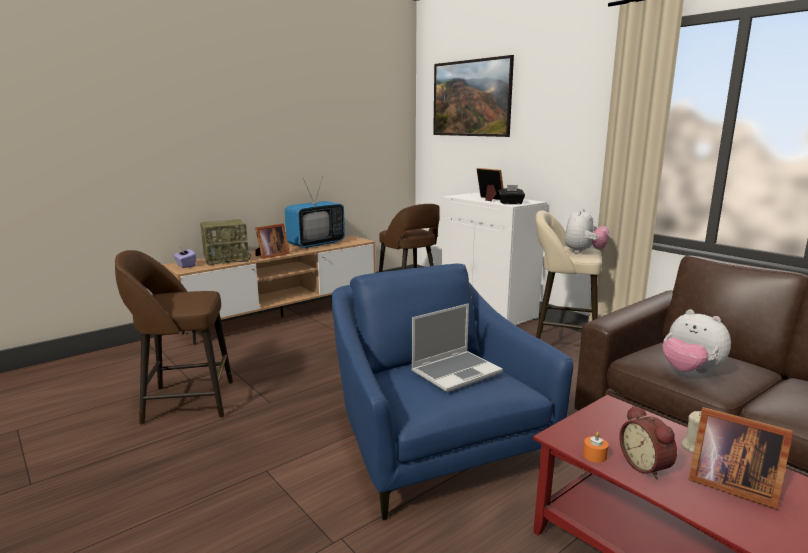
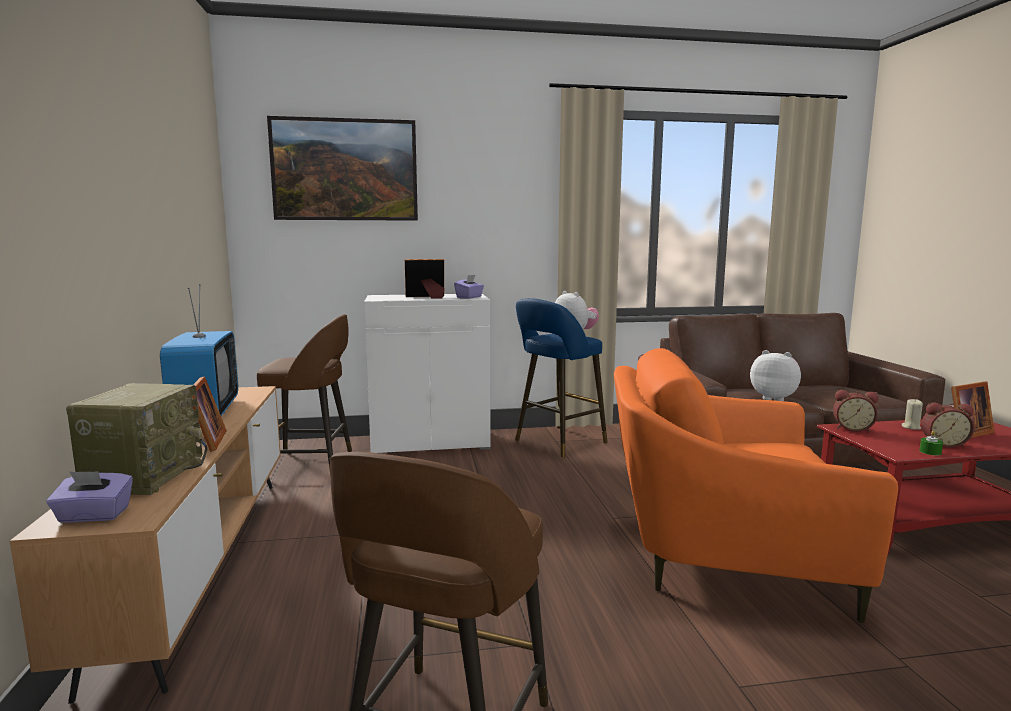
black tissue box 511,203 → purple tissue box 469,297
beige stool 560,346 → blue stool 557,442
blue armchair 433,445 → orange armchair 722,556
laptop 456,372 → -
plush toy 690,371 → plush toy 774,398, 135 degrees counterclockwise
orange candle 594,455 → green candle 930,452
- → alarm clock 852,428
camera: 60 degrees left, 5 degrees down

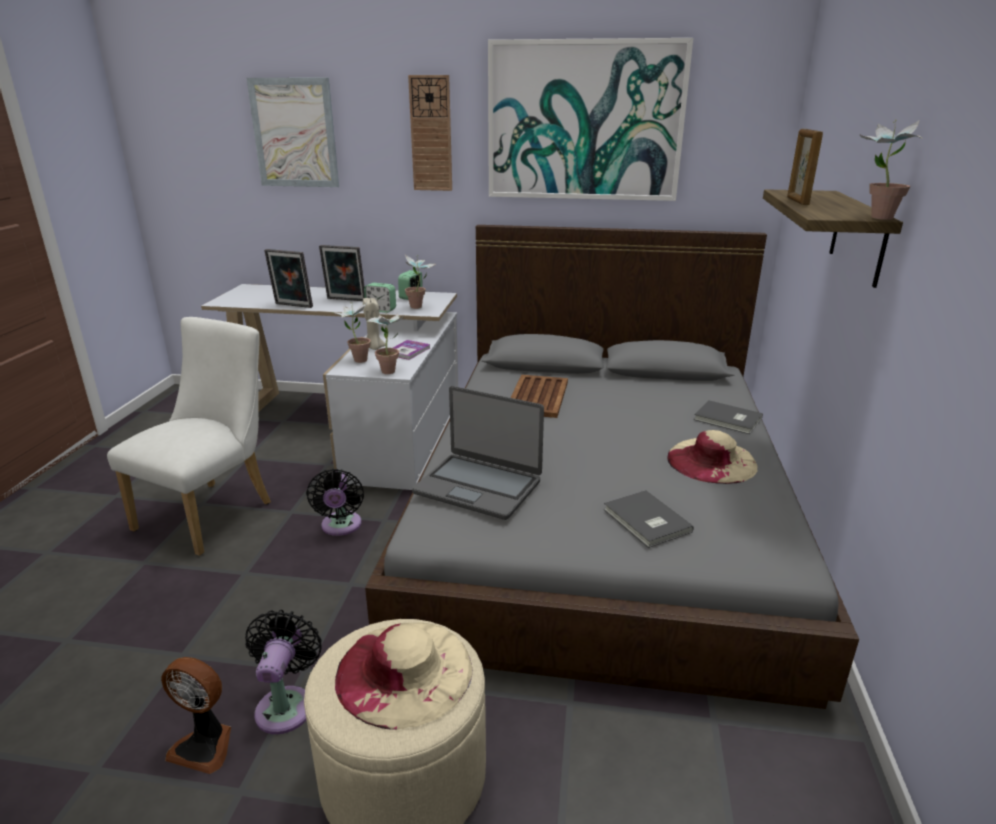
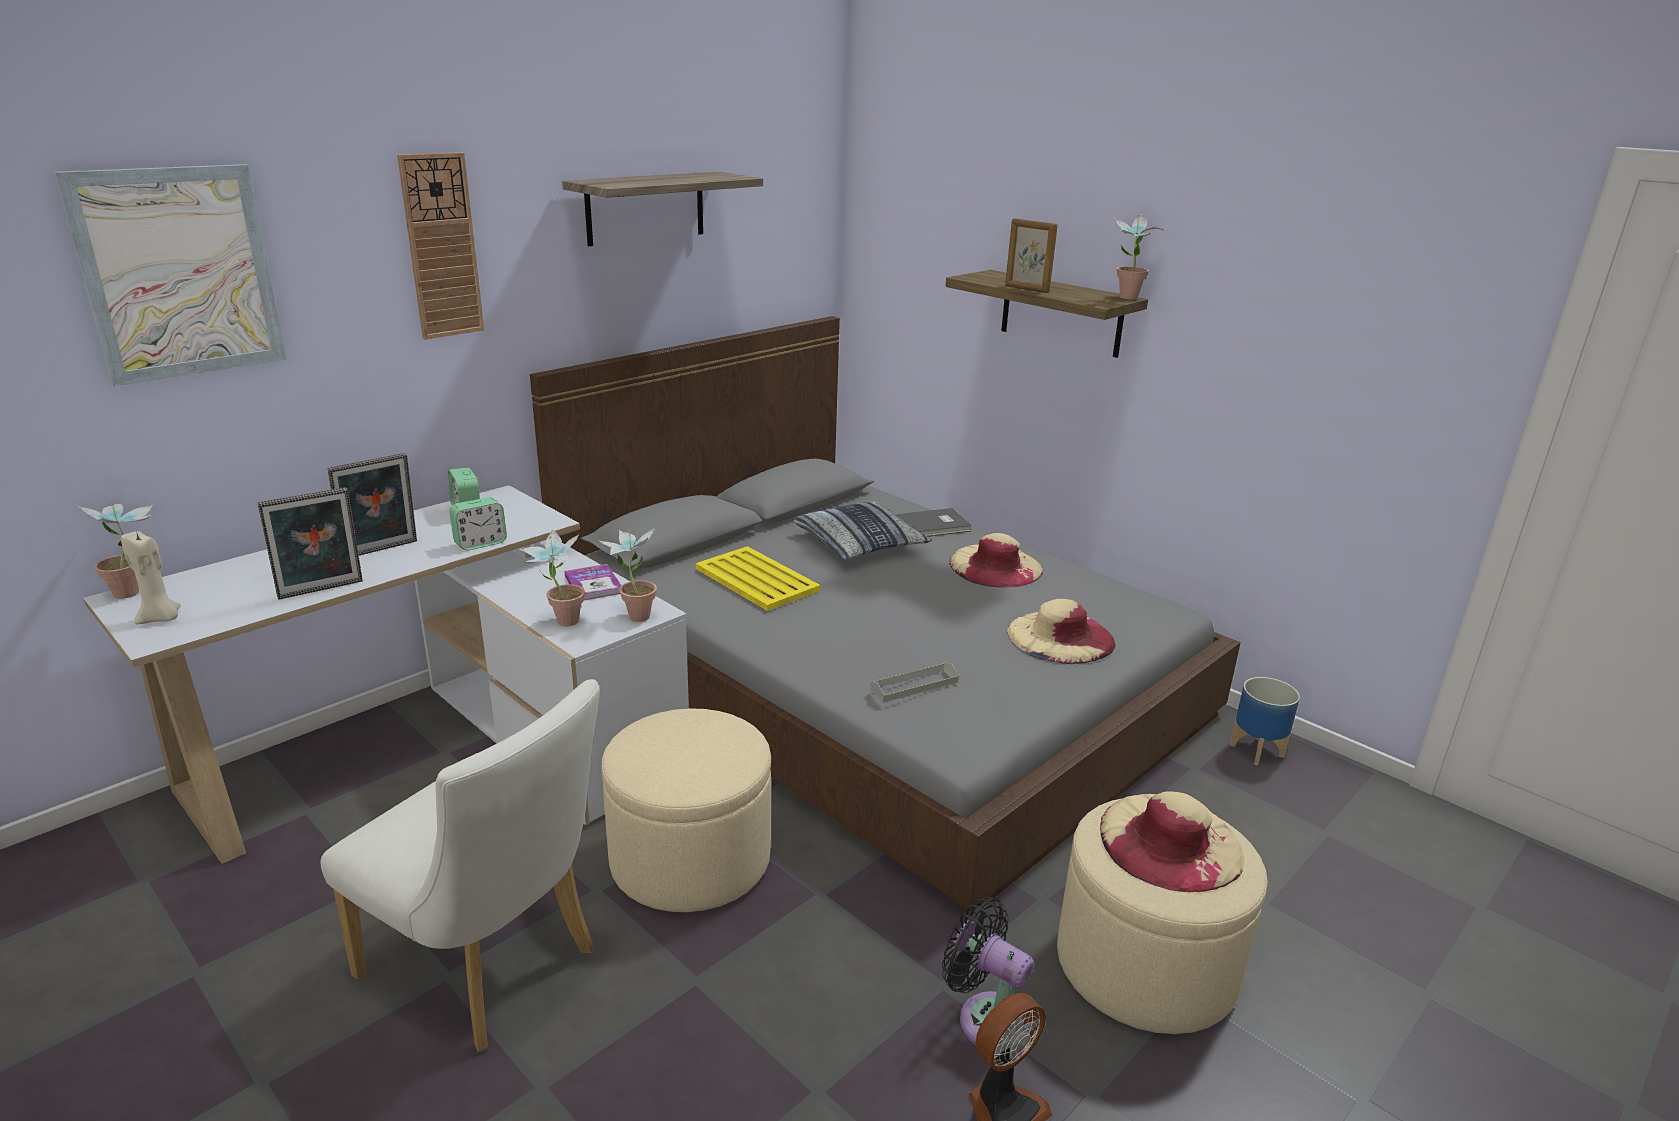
picture 584,121 → shelf 645,208
potted plant 419,307 → potted plant 136,592, move
beige candle 374,348 → beige candle 161,618, move
white chair 213,512 → white chair 491,969, 150 degrees clockwise
brown tray 538,396 → yellow tray 756,579
laptop 478,486 → grey tray 914,685
black fan 341,527 → beige ottoman 690,859
grey book 646,521 → beige hat 1060,636
- → pillow 860,544
- → planter 1257,751
camera: 55 degrees left, 0 degrees up

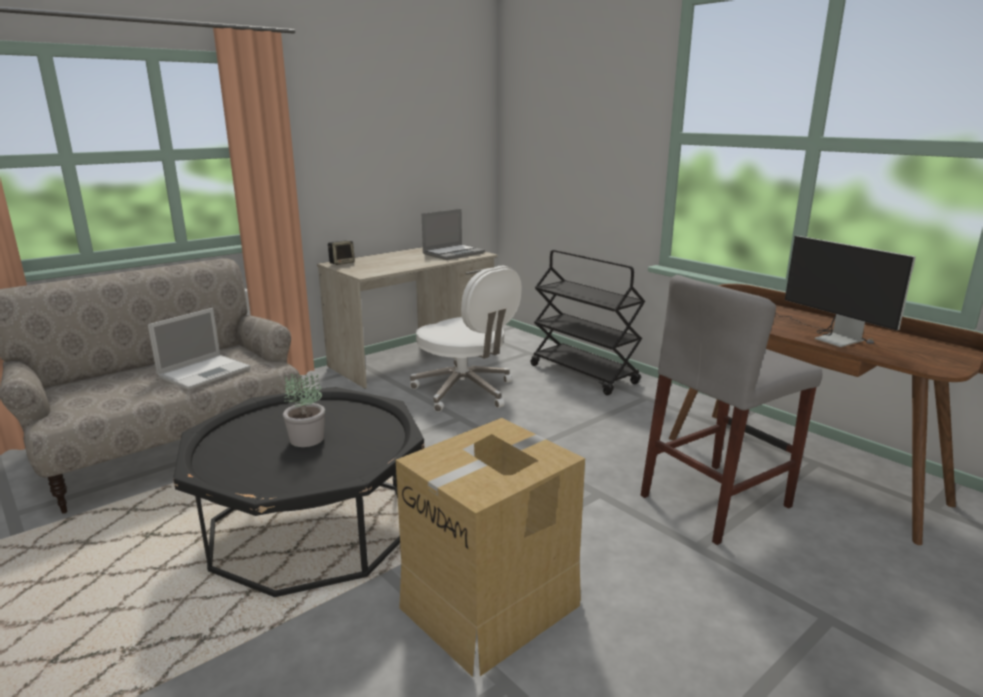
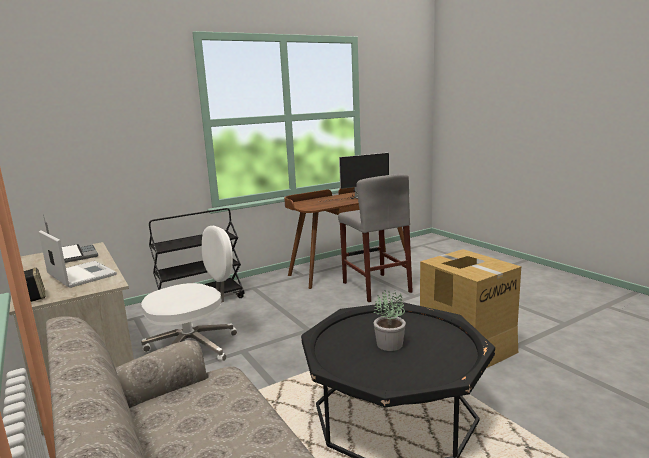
laptop 206,372 → laptop 81,274, move
camera: 80 degrees left, 5 degrees down

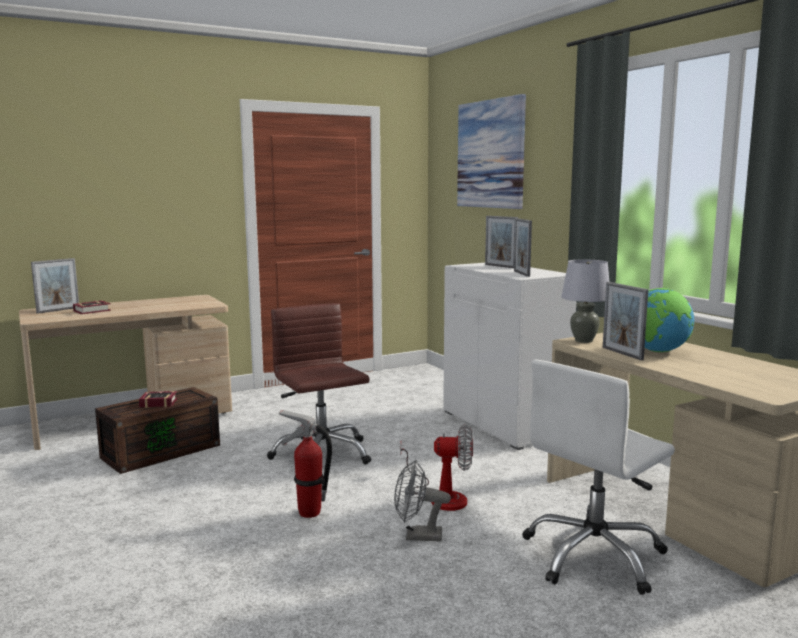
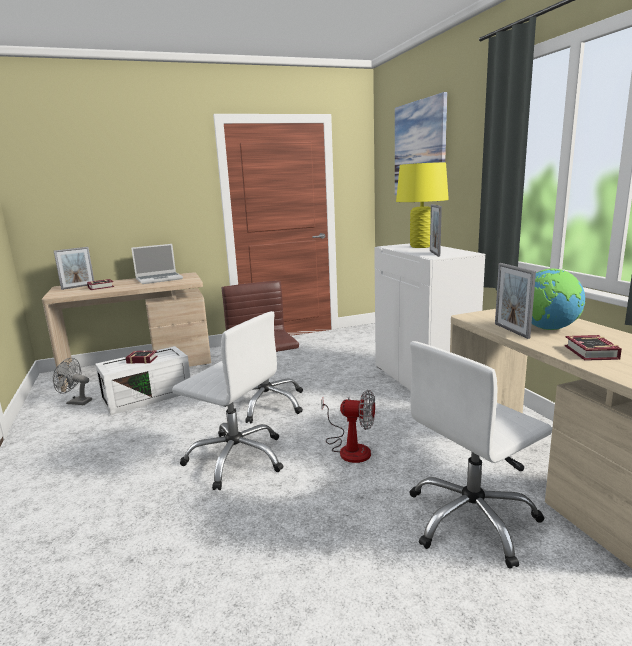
picture frame 500,266 → yellow table lamp 421,246
grey table lamp 583,340 → -
brown storage box 162,450 → white storage box 148,395
fire extinguisher 308,512 → white office chair 236,458
grey fan 417,536 → grey fan 76,402, move
- → laptop 159,279
- → book 591,353
camera: 10 degrees right, 5 degrees up

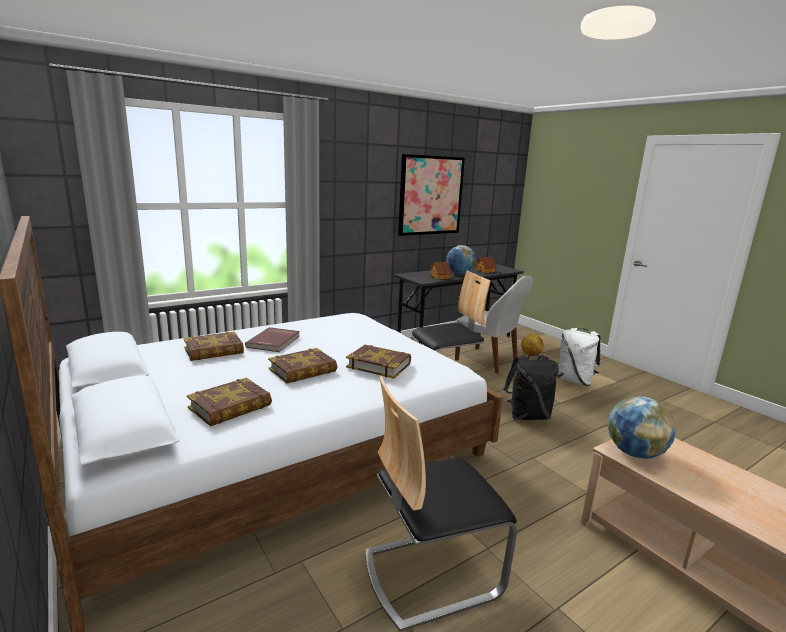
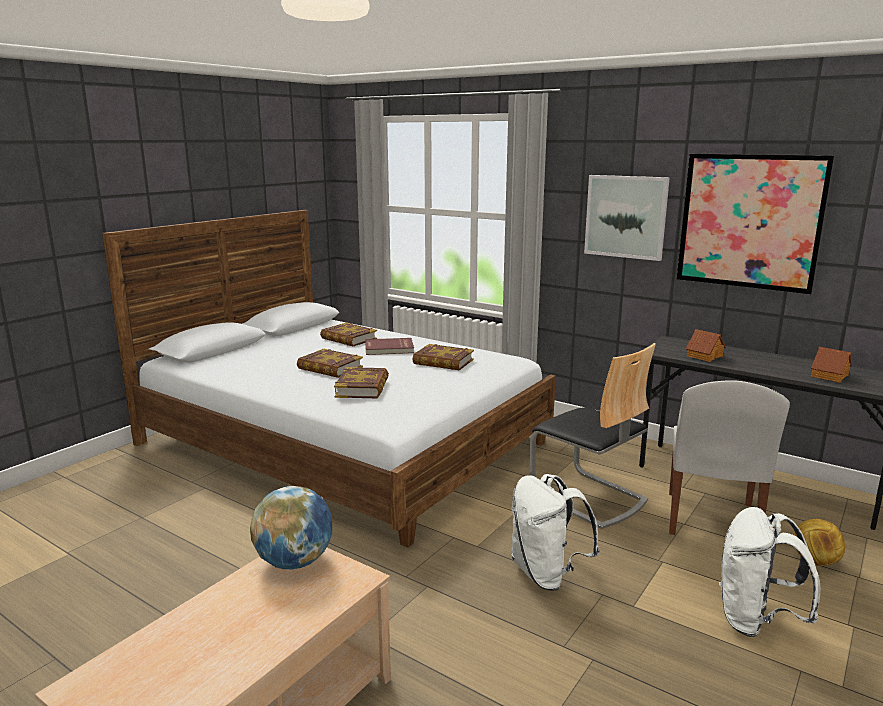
globe 460,274 → -
black backpack 527,415 → white backpack 547,574
chair 430,572 → -
book 230,407 → book 443,362, move
- → picture 626,216
camera: 70 degrees right, 0 degrees up

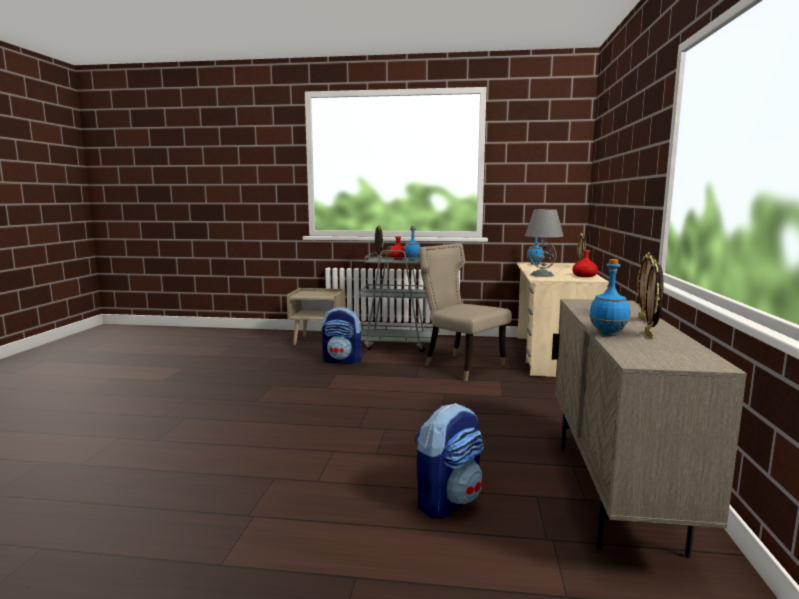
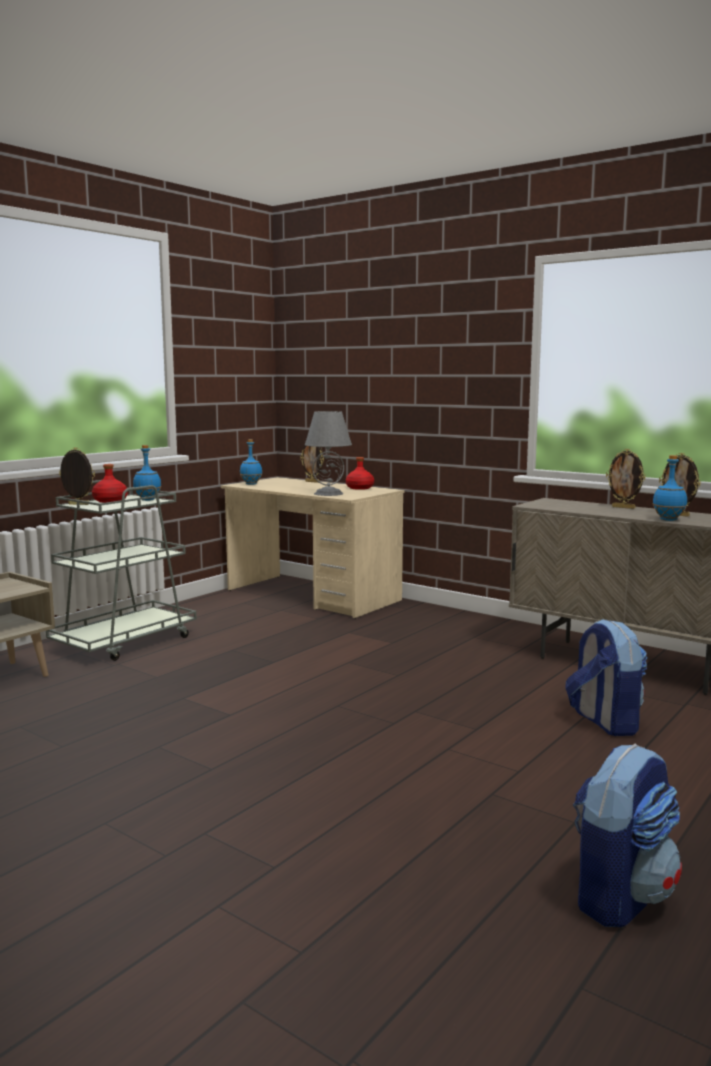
beige chair 460,366 → -
backpack 343,360 → backpack 619,896, move
camera: 60 degrees left, 0 degrees up

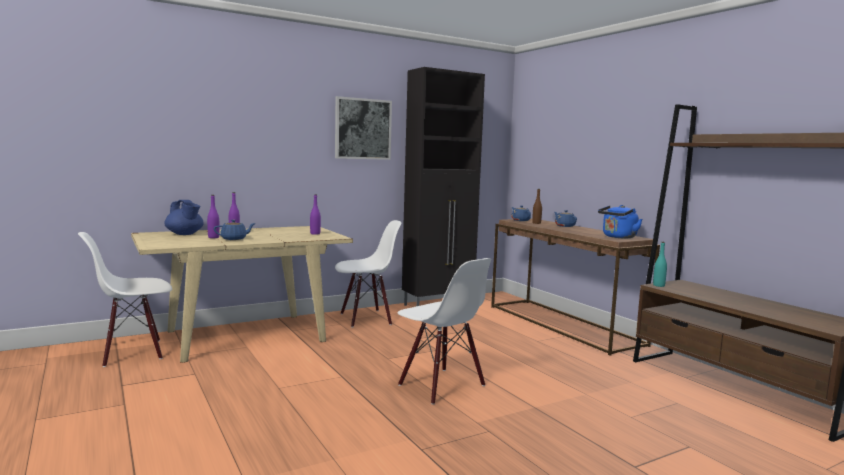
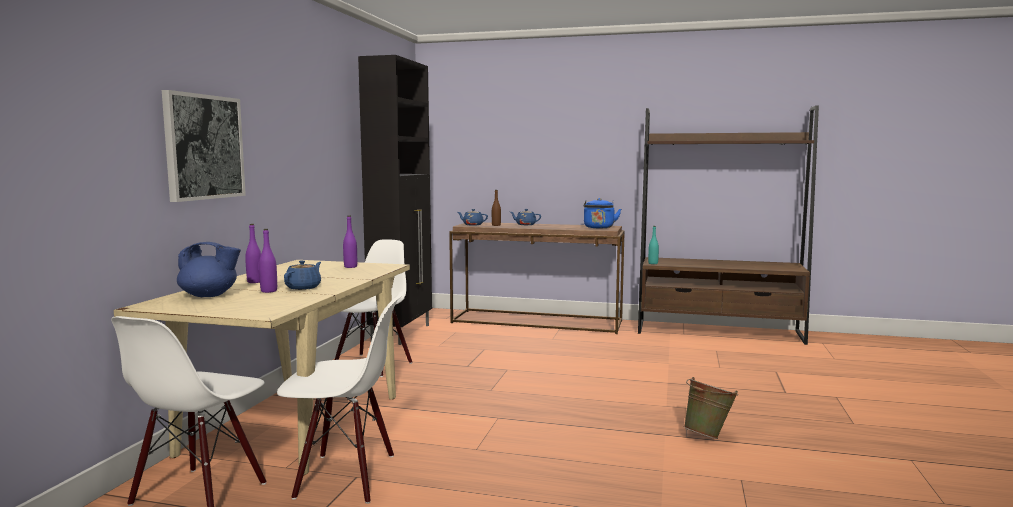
picture 362,129 → picture 203,147, move
white chair 441,386 → white chair 346,477, move
- → green bucket 708,435
camera: 45 degrees left, 0 degrees up

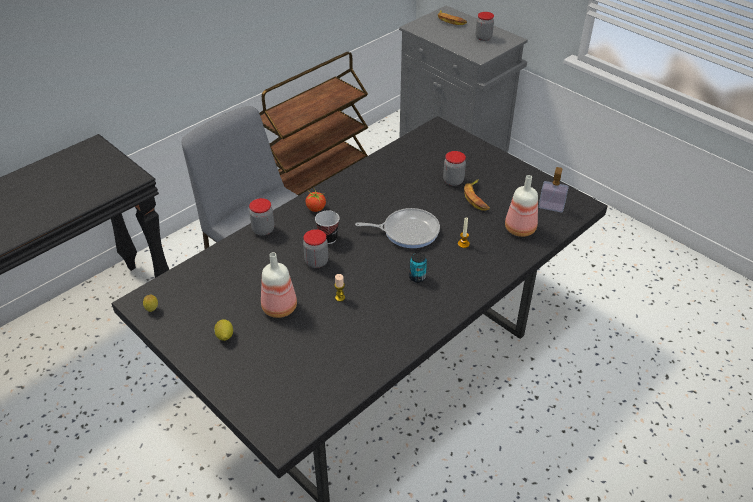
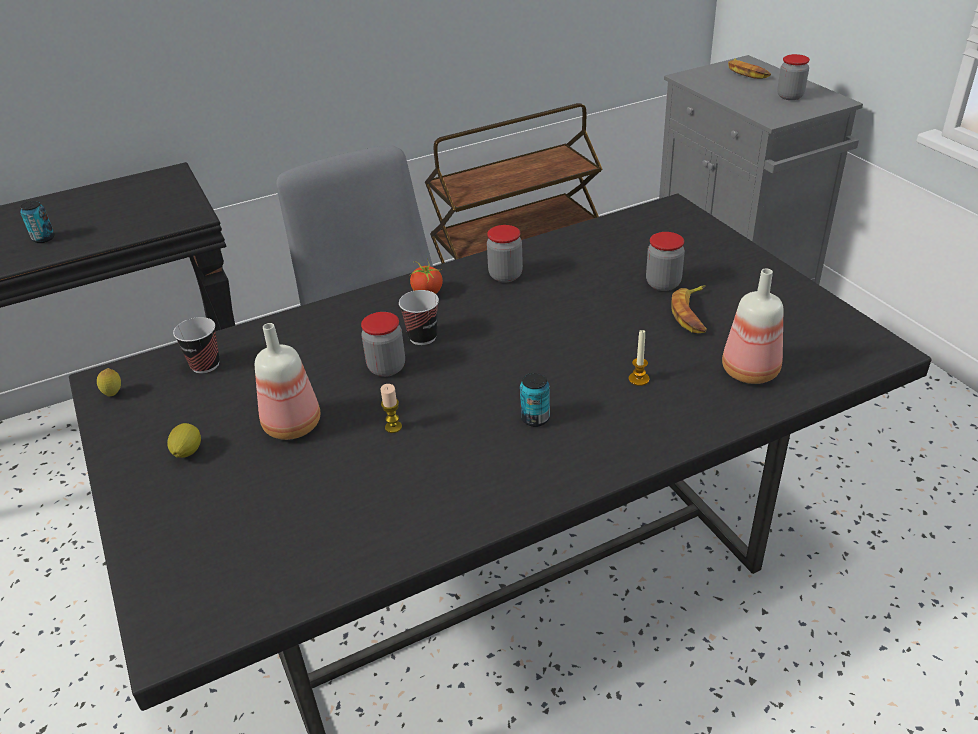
soap dispenser 551,206 → -
jar 263,230 → jar 505,275, move
frying pan 407,231 → -
- → can 44,238
- → cup 205,365
camera: 20 degrees right, 5 degrees down

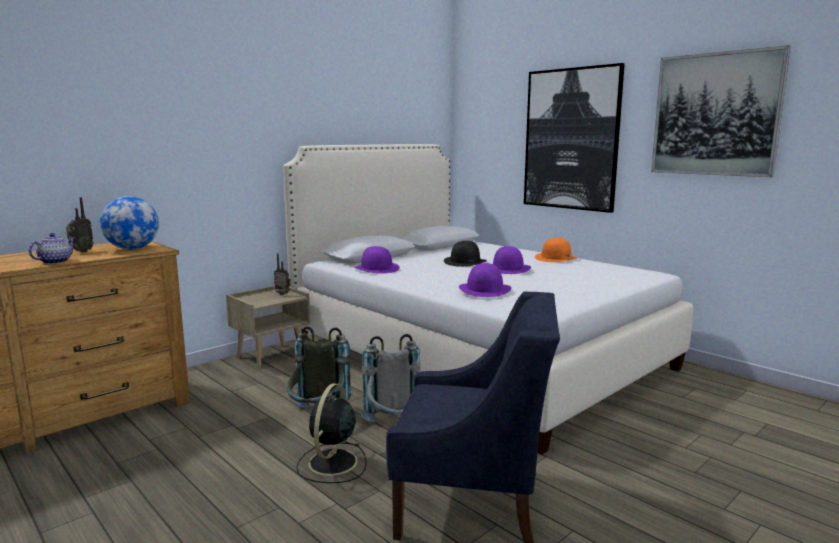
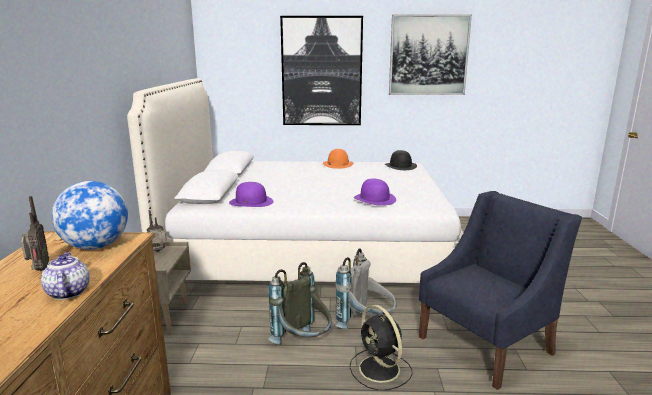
black hat 465,262 → black hat 400,166, move
purple hat 507,268 → -
camera: 45 degrees left, 5 degrees up

